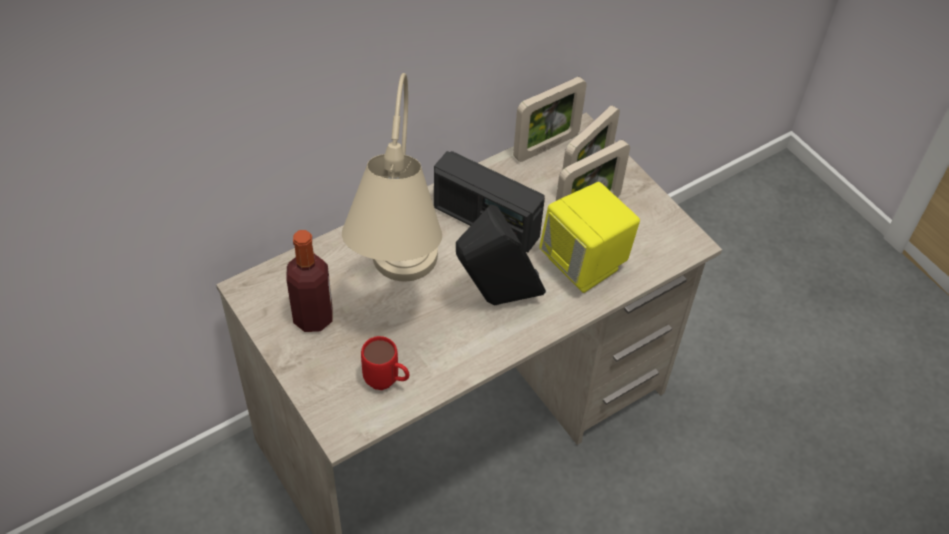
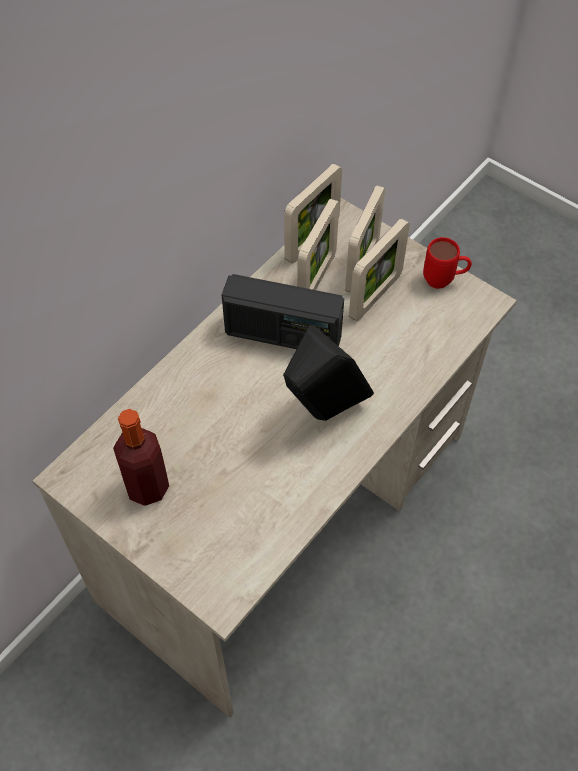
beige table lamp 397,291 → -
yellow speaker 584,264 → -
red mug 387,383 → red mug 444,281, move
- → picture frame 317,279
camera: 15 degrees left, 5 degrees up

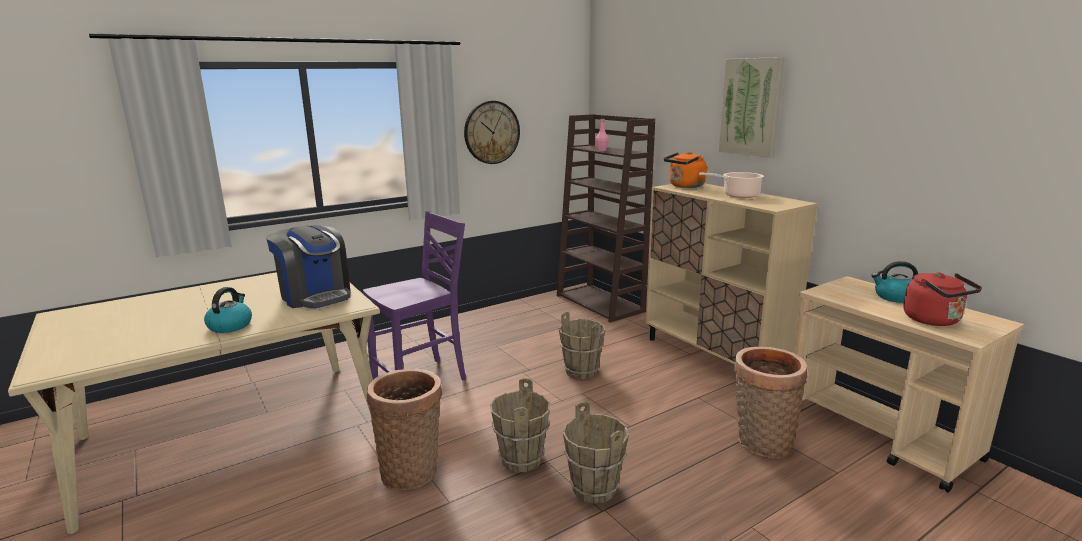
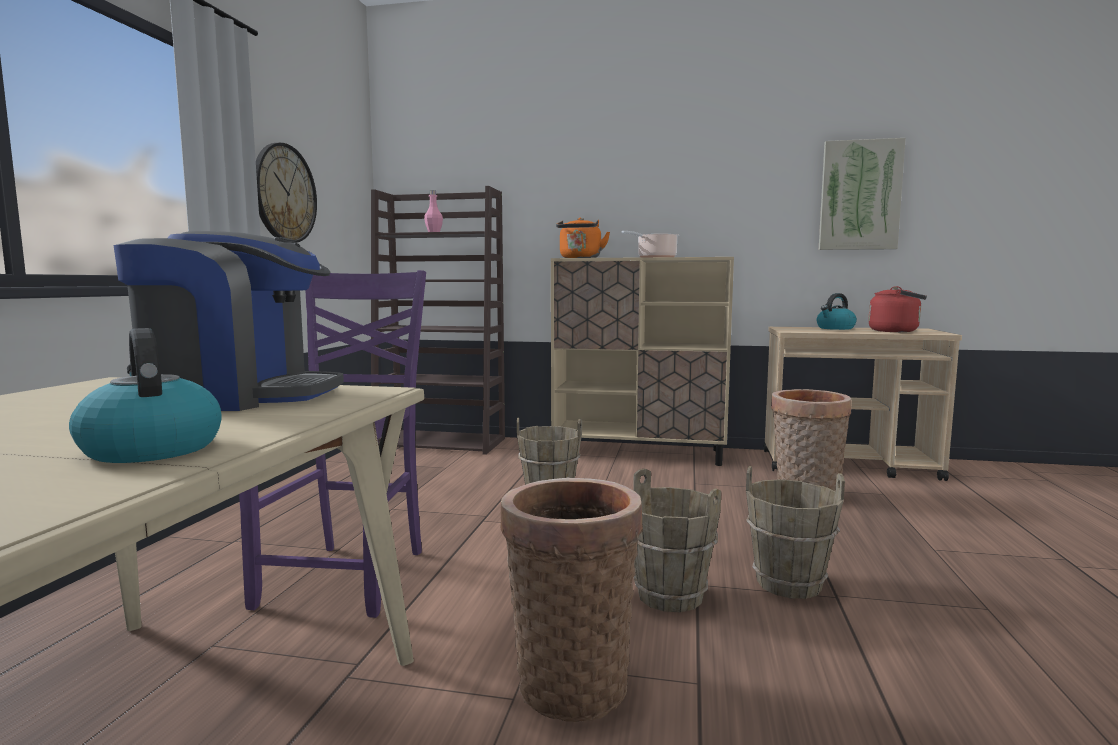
picture 751,107 → picture 860,195, move
camera: 45 degrees left, 10 degrees down

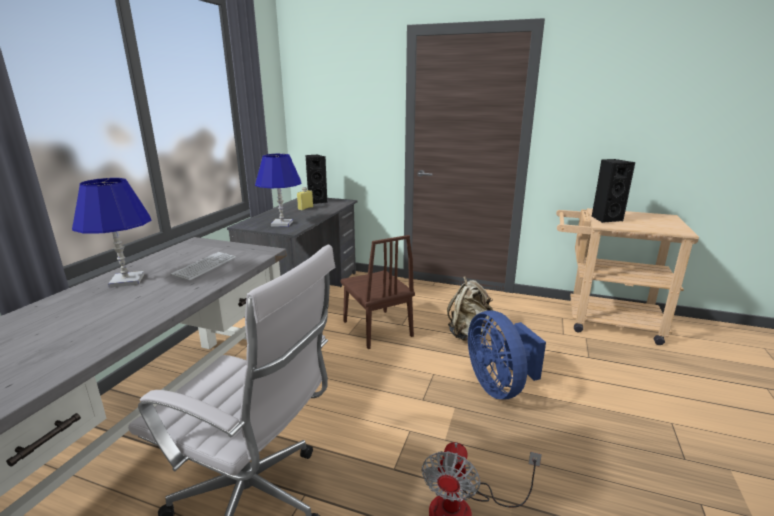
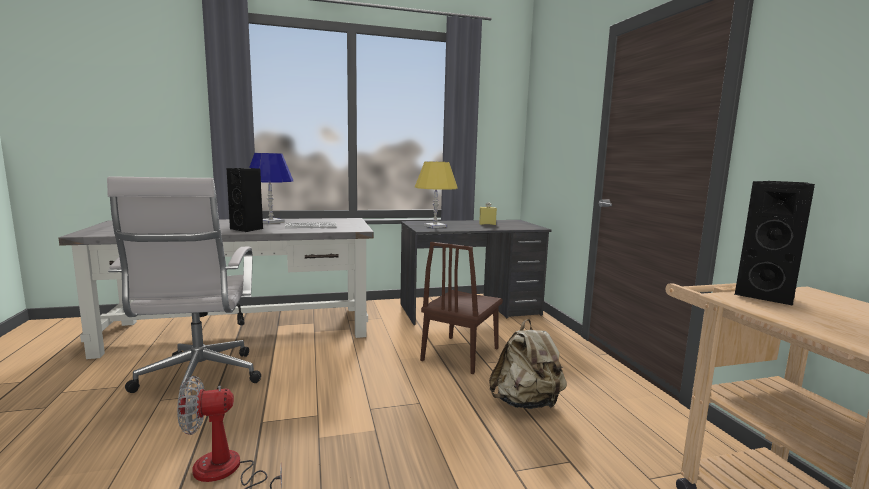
blue table lamp 282,224 → yellow table lamp 435,226
black speaker 316,201 → black speaker 247,229, move
blue fan 499,386 → -
camera: 55 degrees right, 10 degrees down

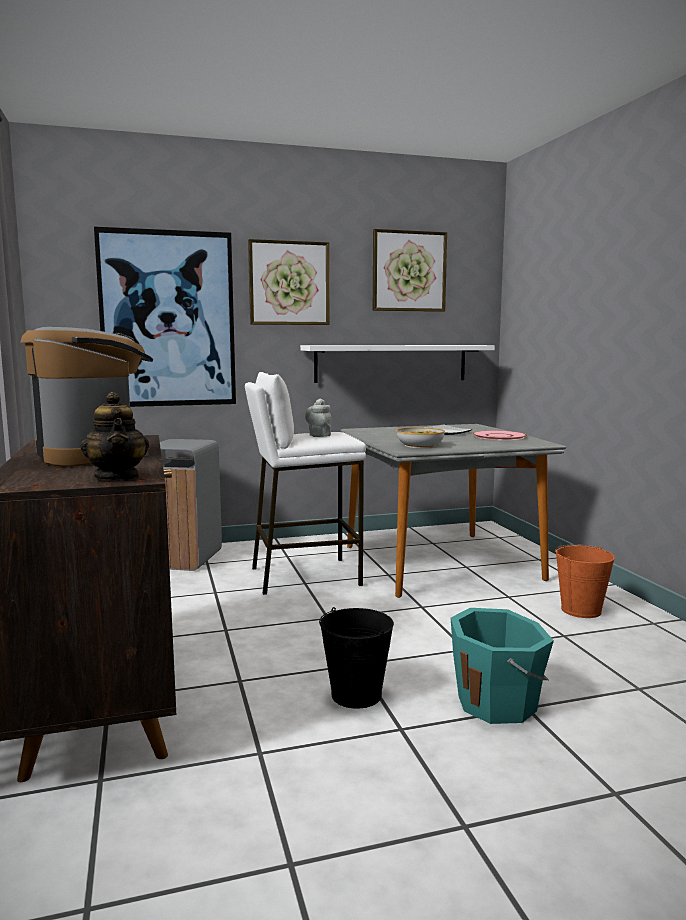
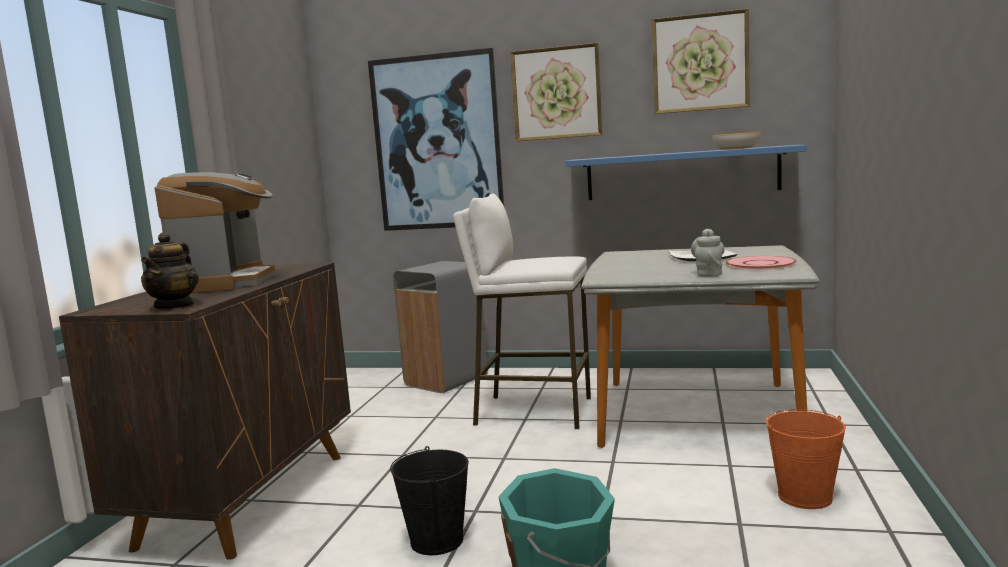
white shelf 391,363 → blue shelf 681,173
grey teapot 319,435 → grey teapot 708,273, move
bowl 420,445 → bowl 736,148, move
camera: 30 degrees right, 0 degrees up

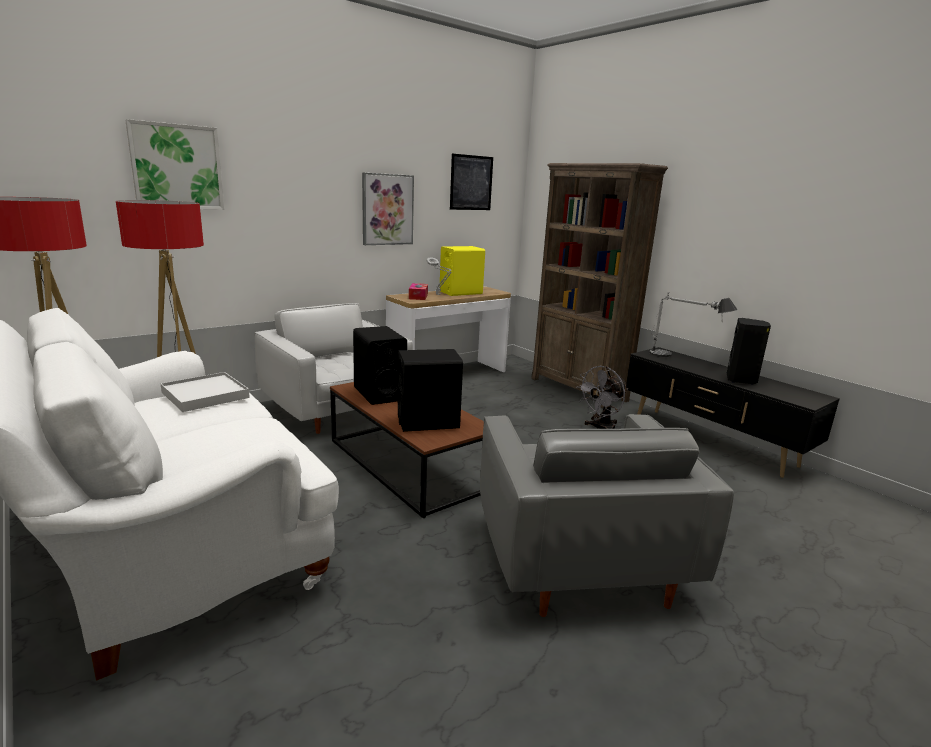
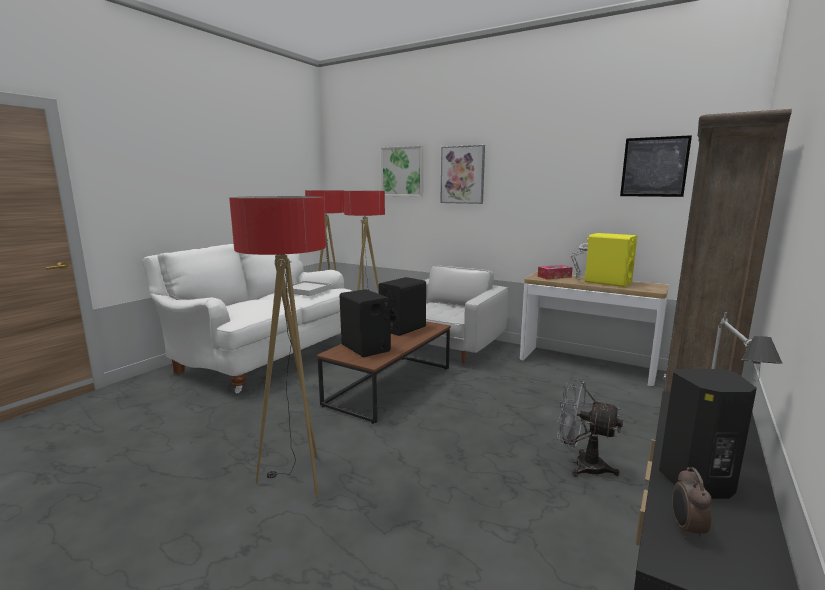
picture 387,209 → picture 462,175, move
grey armchair 577,556 → floor lamp 296,477
- → alarm clock 686,529
camera: 70 degrees right, 5 degrees down

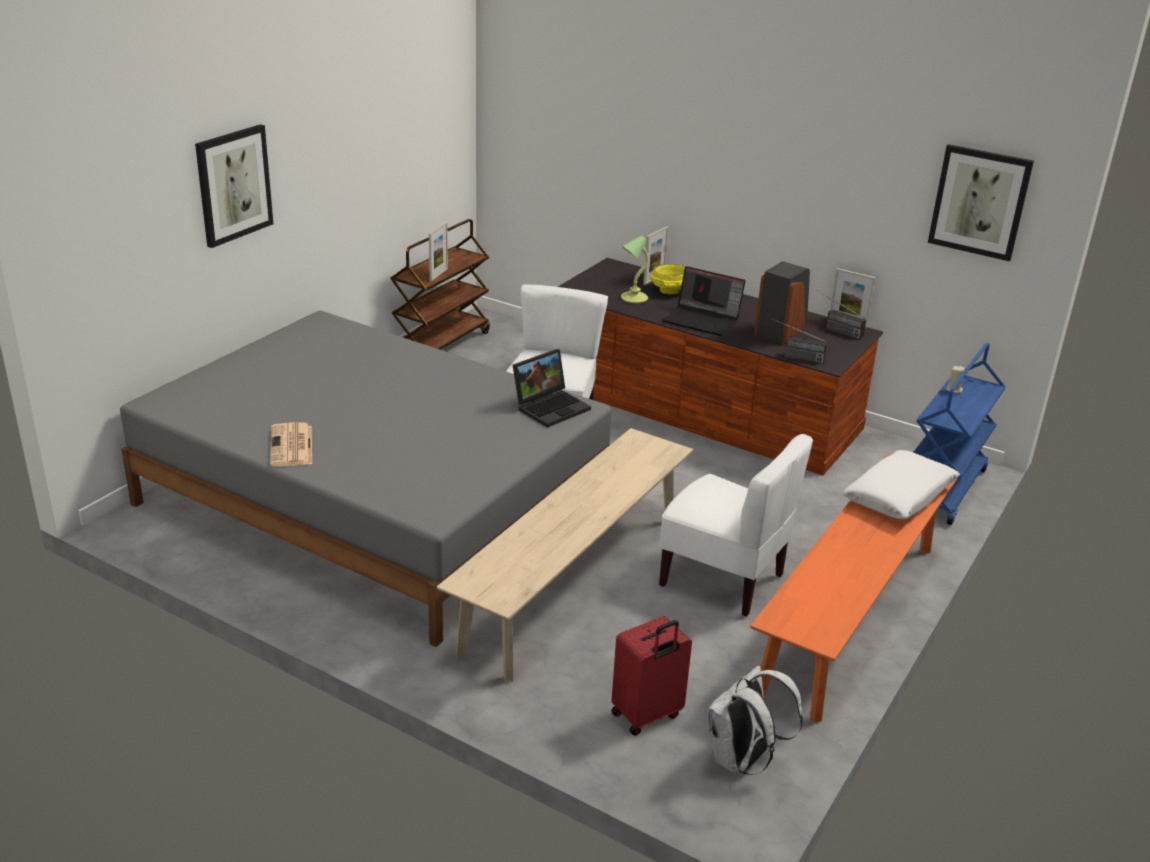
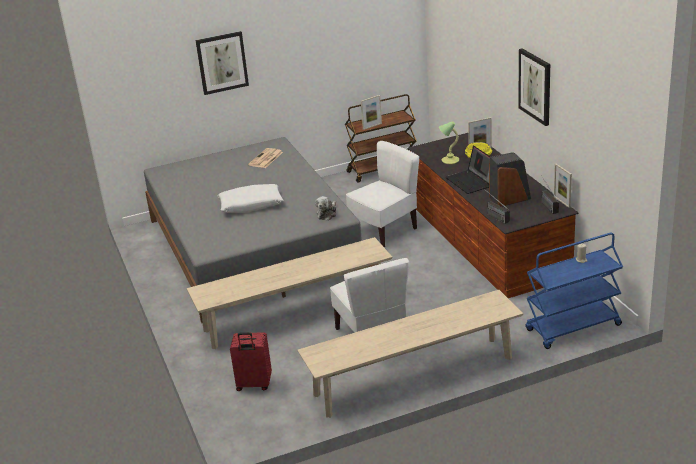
picture 979,202 → picture 535,86, move
laptop 551,406 → plush toy 327,214
newspaper 292,446 → newspaper 265,159, move
white pillow 899,496 → white pillow 251,205, move
orange bench 849,617 → beige bench 414,376
white backpack 742,761 → -
camera: 40 degrees right, 0 degrees up

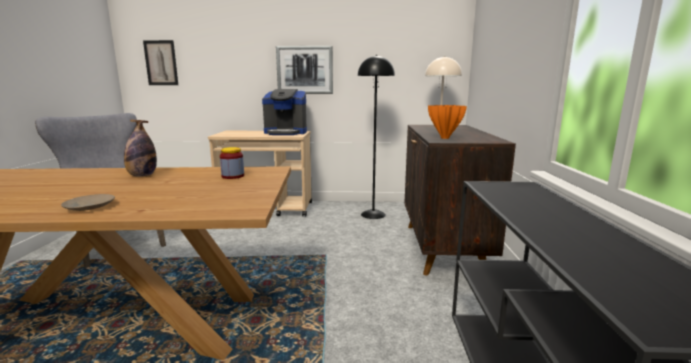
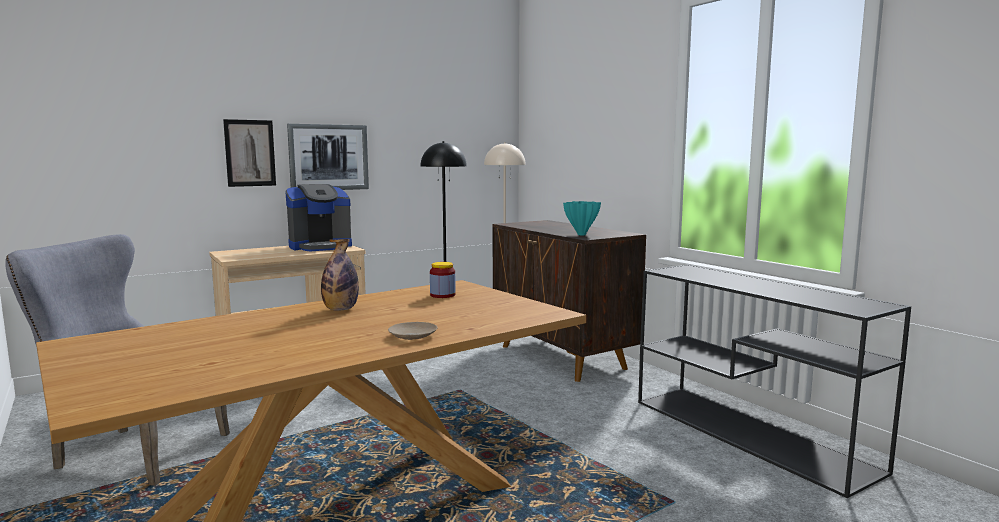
picture 161,63 → picture 250,153, move
orange vase 445,138 → turquoise vase 582,234
camera: 35 degrees left, 5 degrees down

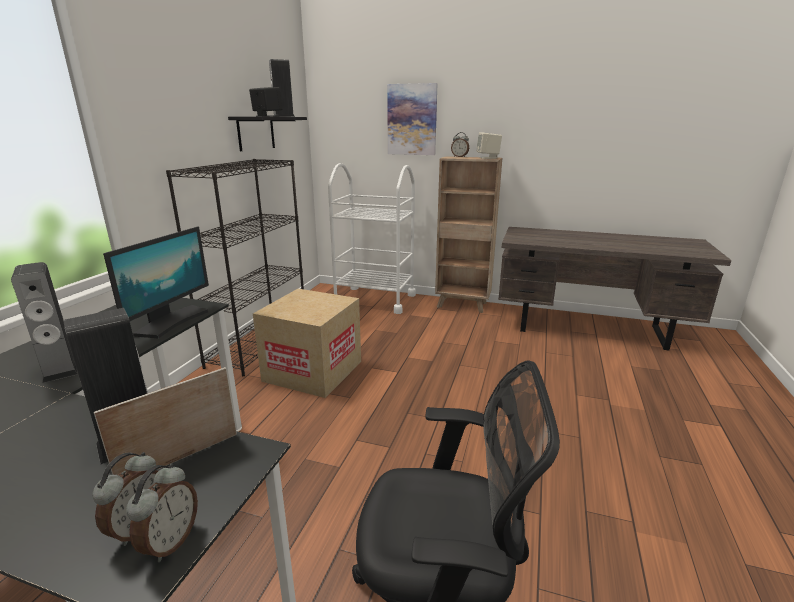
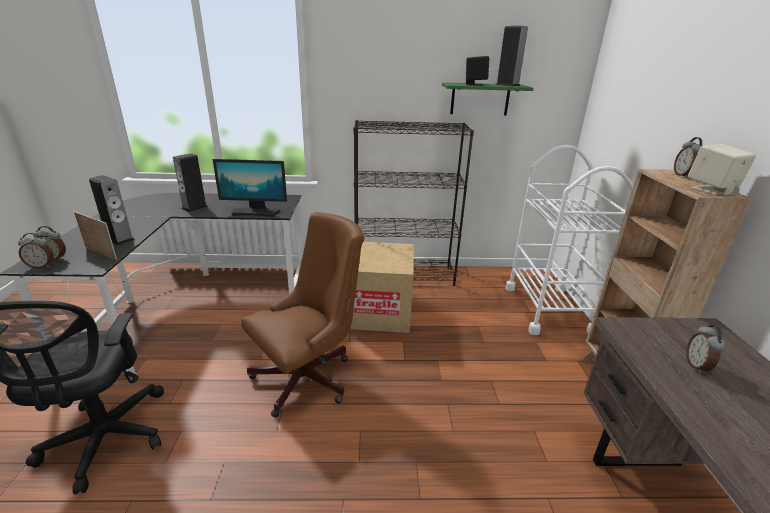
picture 412,120 → -
black shelf 256,133 → green shelf 480,99
- → brown office chair 309,376
- → alarm clock 697,366
camera: 70 degrees right, 5 degrees up

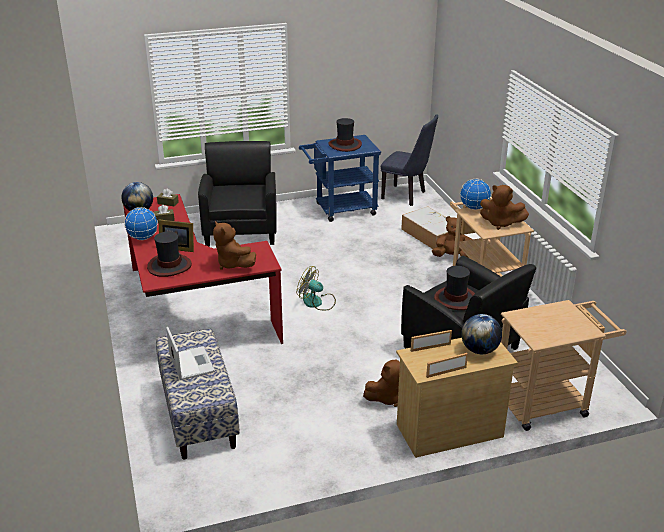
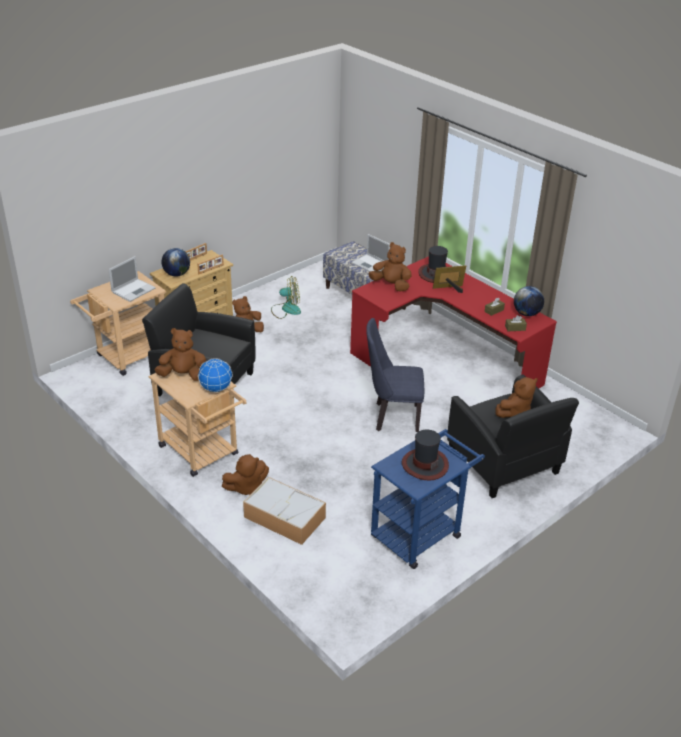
blue chair 407,196 → blue chair 392,417, move
globe 143,238 → -
fan 317,302 → fan 286,309, move
hat 455,299 → -
- → laptop 134,290
- → brown plush toy 515,412
camera: 155 degrees right, 5 degrees up

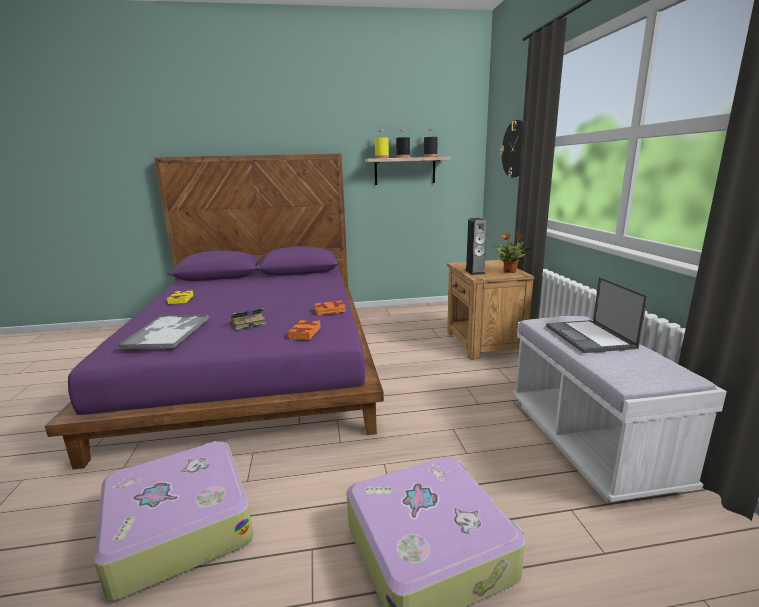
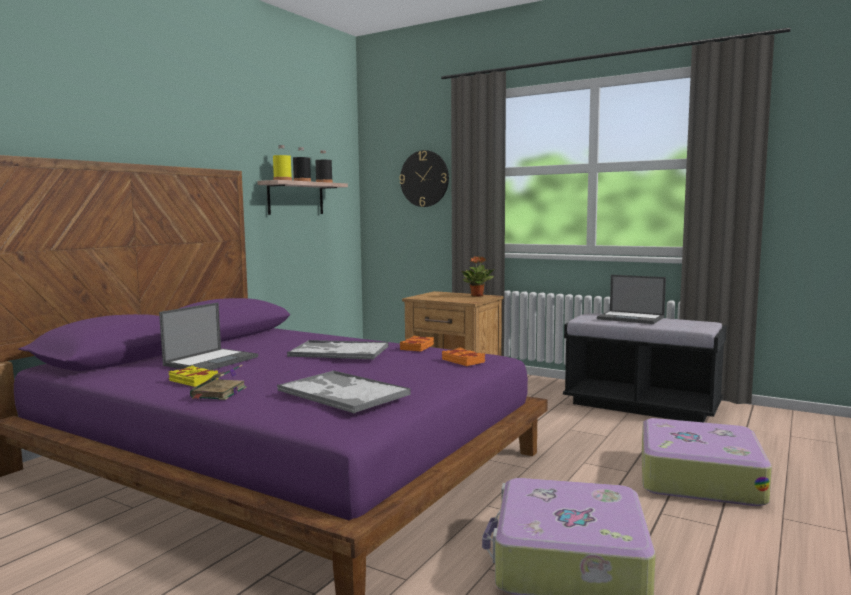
speaker 474,272 → -
book 247,323 → book 218,393, move
white bench 589,442 → black bench 641,405
- → laptop 212,361
- → tray 338,351
camera: 50 degrees left, 10 degrees down

